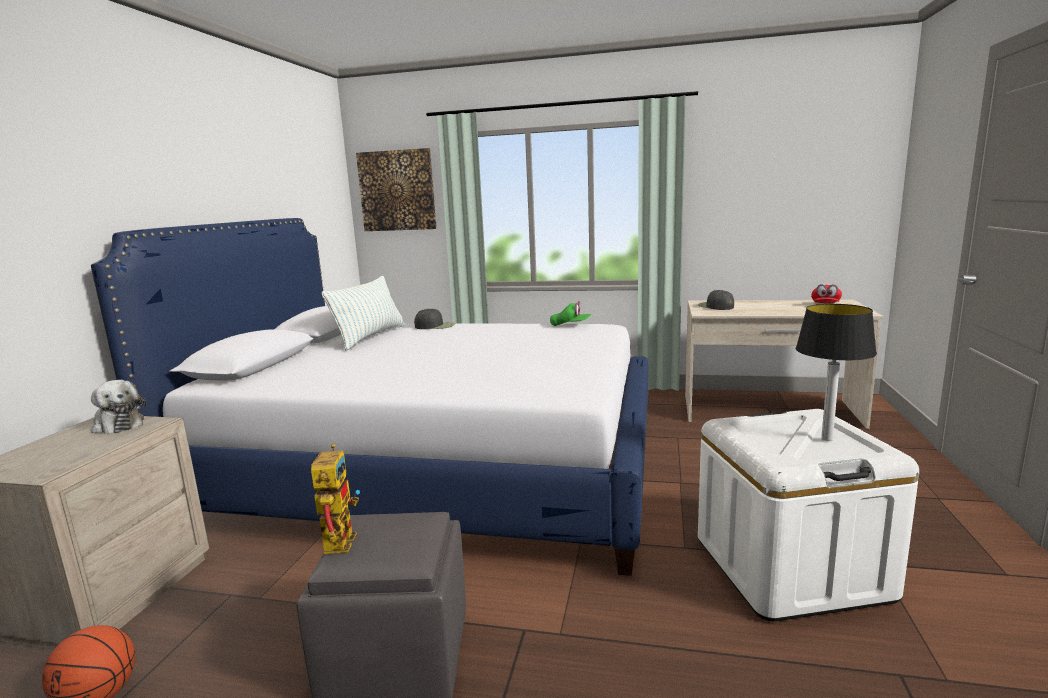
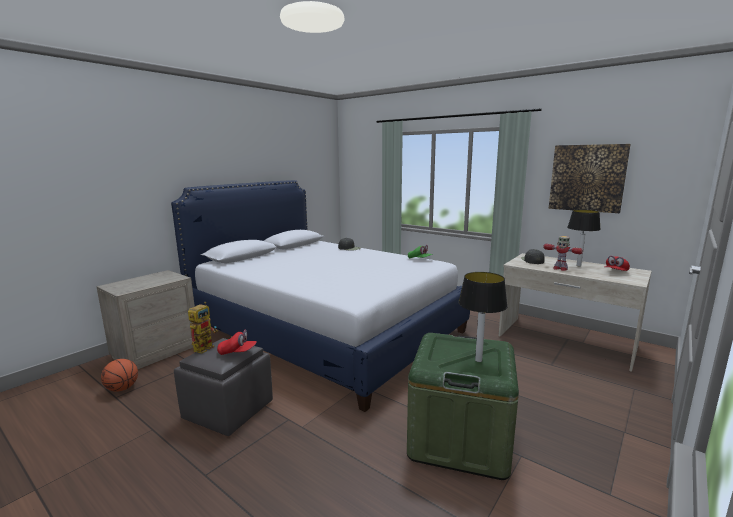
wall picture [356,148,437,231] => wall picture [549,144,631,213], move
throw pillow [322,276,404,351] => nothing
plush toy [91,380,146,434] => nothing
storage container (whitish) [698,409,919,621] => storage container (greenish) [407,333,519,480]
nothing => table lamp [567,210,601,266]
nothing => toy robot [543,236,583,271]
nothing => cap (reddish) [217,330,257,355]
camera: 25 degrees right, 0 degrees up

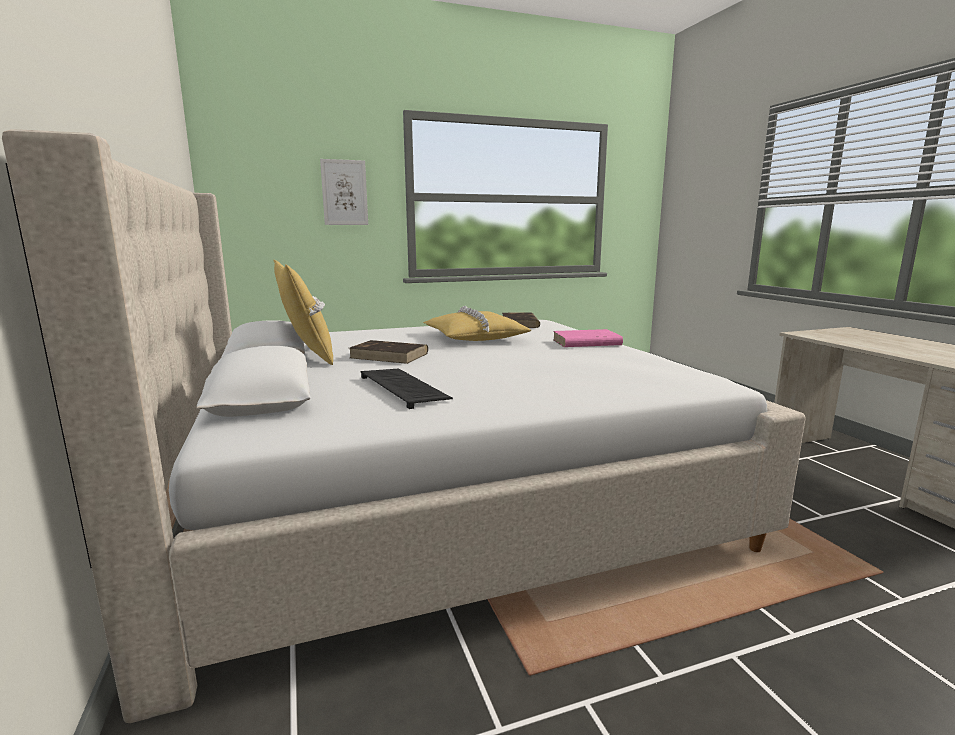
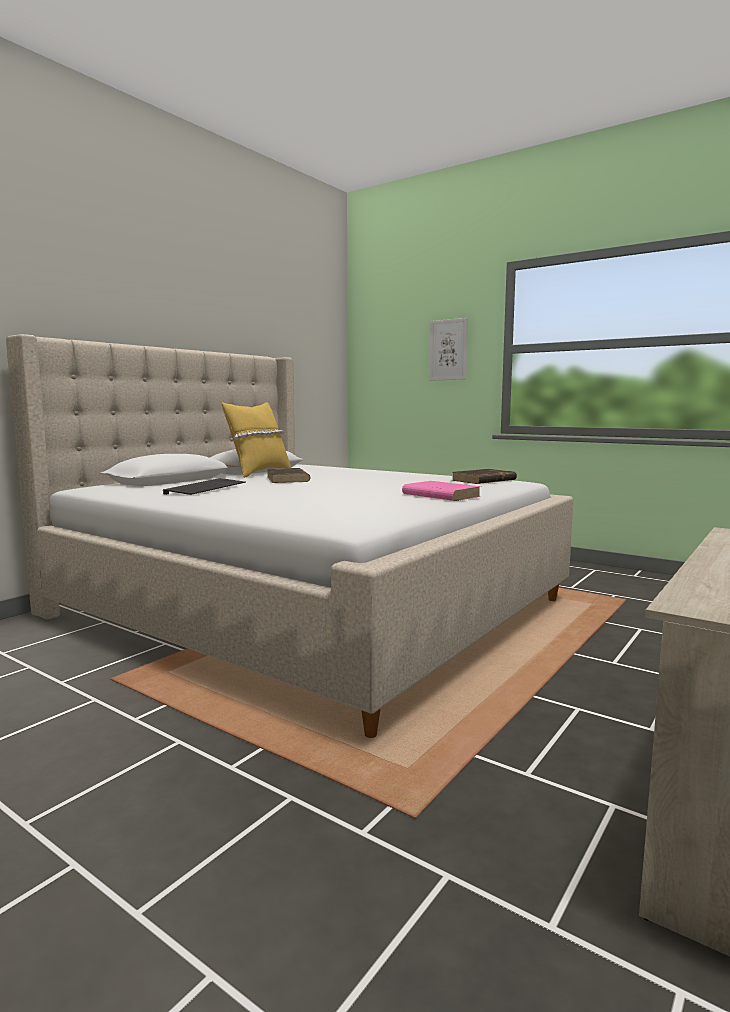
throw pillow (yellowish) [423,306,532,341] => nothing
camera: 55 degrees right, 5 degrees down

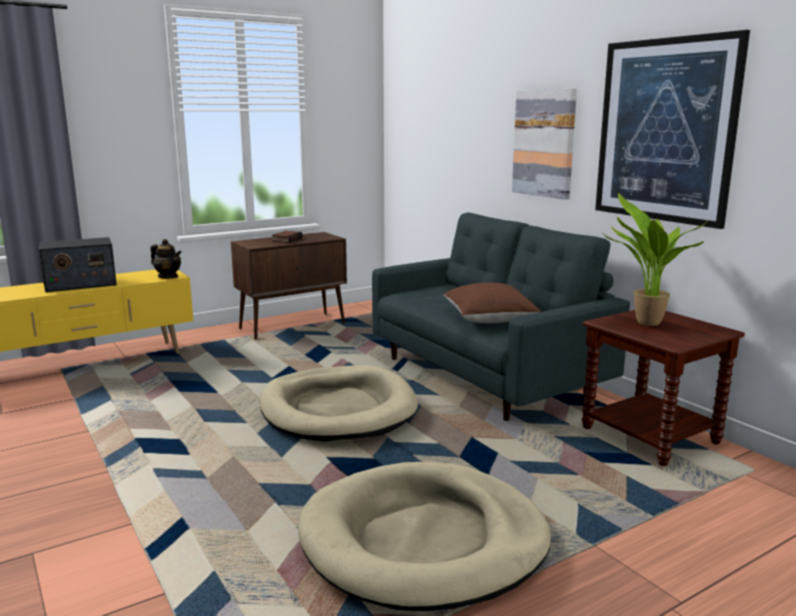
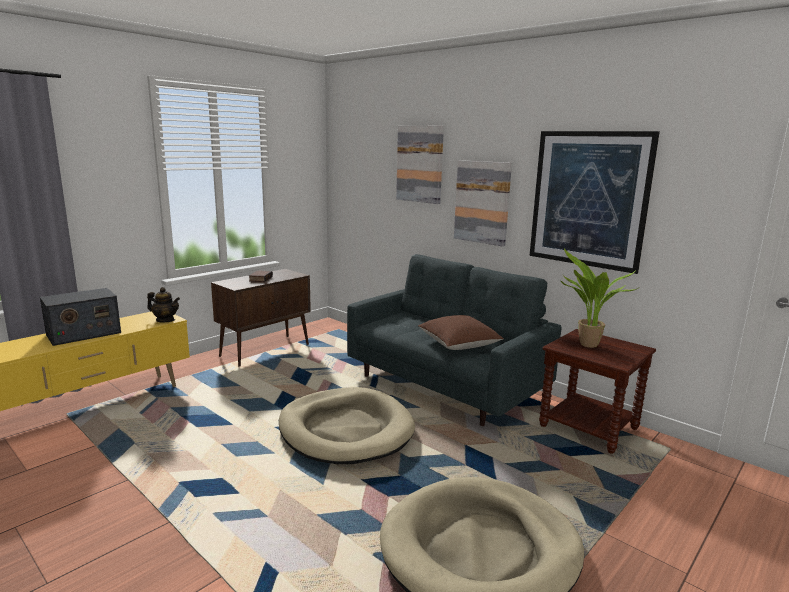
nothing => wall picture [396,126,444,204]
camera: 15 degrees left, 0 degrees up

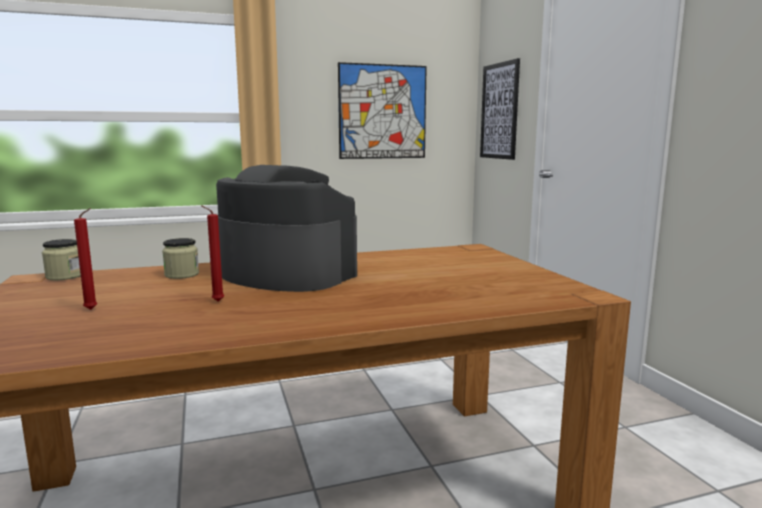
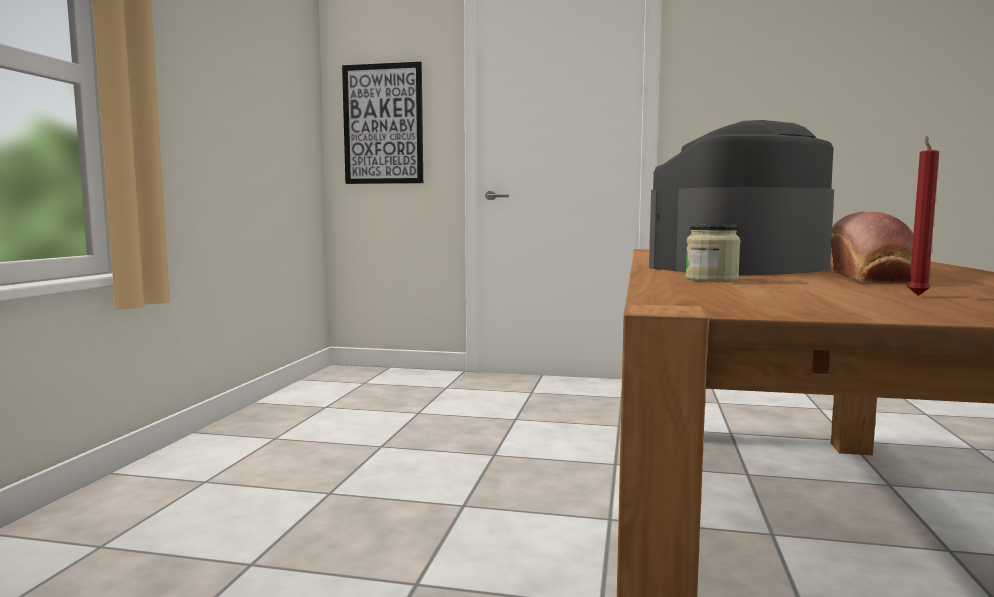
wall picture [338,62,427,159] => nothing
wax candle (reddish) [201,205,224,302] => bakery bread [830,211,913,284]
storage jar [42,239,81,280] => nothing
camera: 60 degrees left, 5 degrees down

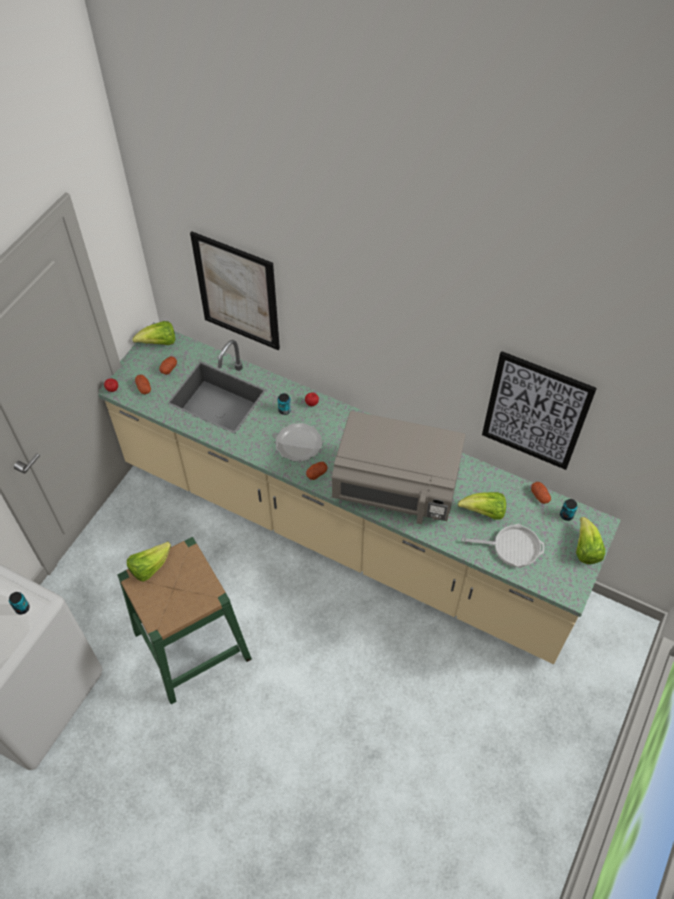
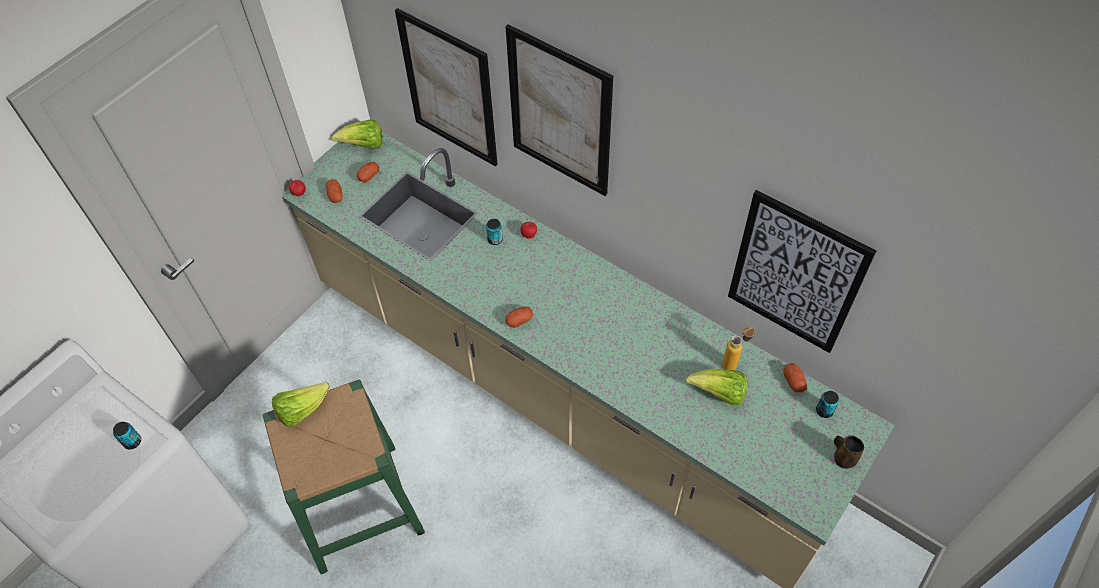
microwave (gray) [332,411,465,524] => nothing
dinner plate [276,423,322,462] => nothing
lettuce [576,517,605,564] => tea mug (brown) [834,435,864,469]
pan [462,524,544,567] => nothing
nothing => wall picture [505,24,613,196]
nothing => bottle [722,327,755,370]
camera: 10 degrees right, 0 degrees up

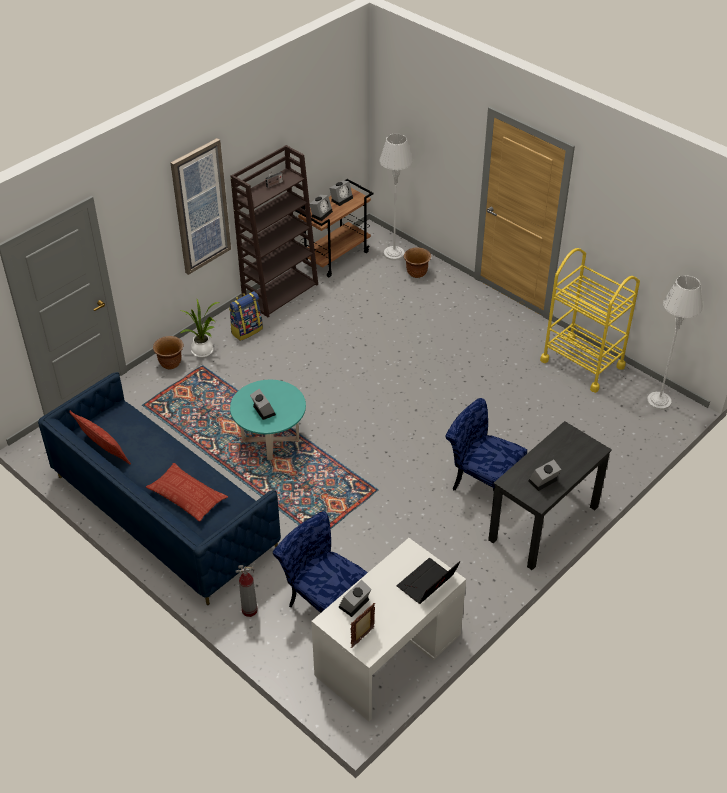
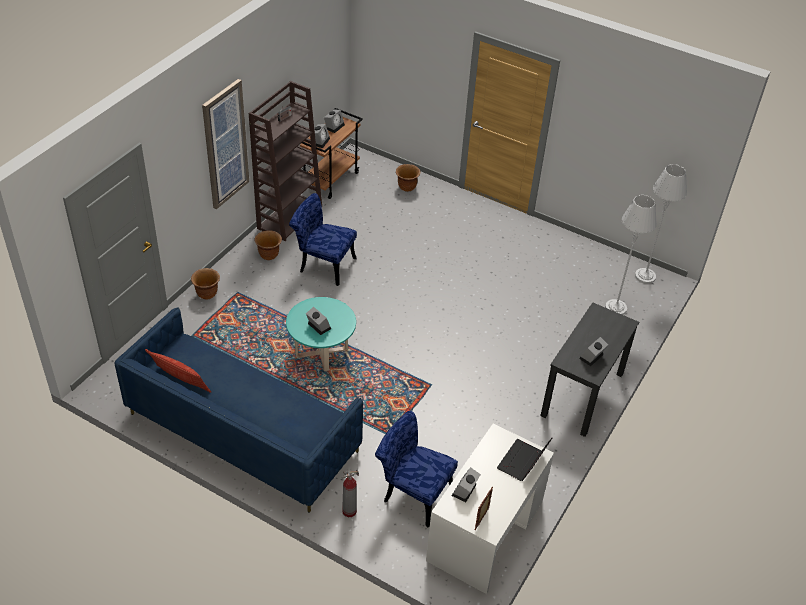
standard lamp (gray) [379,133,413,261] => standard lamp (gray) [605,195,657,315], move
wheeled cart (yellowish) [540,248,640,393] => nothing
rucksack [229,291,263,341] => plant pot (brown) [254,230,282,260]
plant in a pot [181,299,220,357] => nothing
chair (bluish) [445,398,527,491] => chair (bluish) [289,193,357,286], move
throw pillow [146,463,228,522] => nothing
camera: 15 degrees left, 0 degrees up

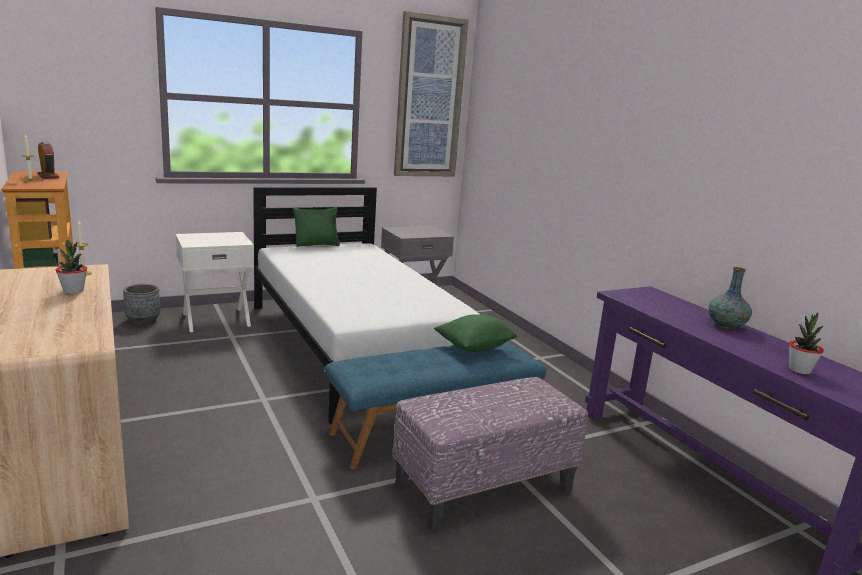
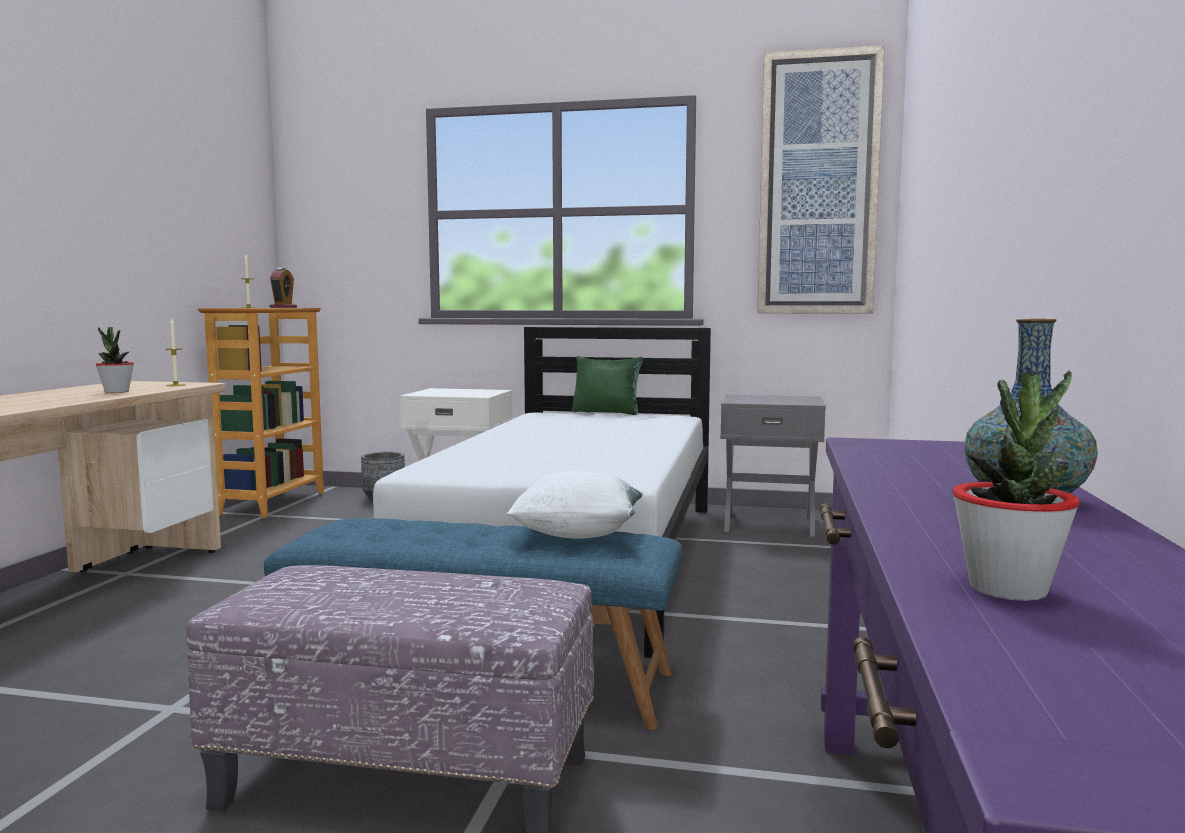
throw pillow (greenish) [434,314,518,352] => throw pillow (whitish) [507,471,643,539]
camera: 40 degrees right, 10 degrees down

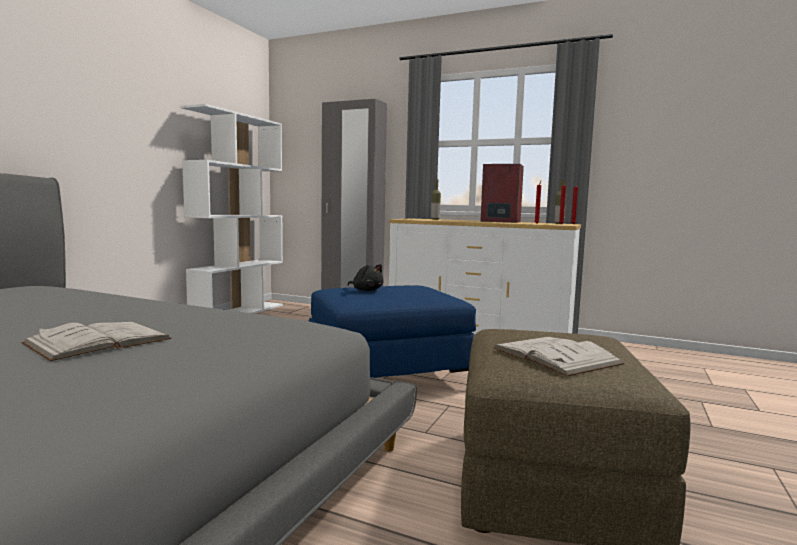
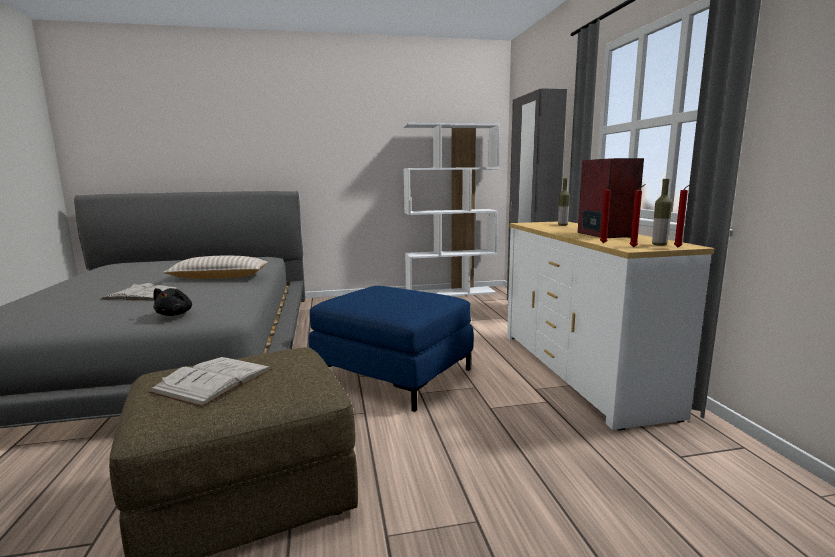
plush toy (black-coloured) [348,264,384,291] => plush toy (black-coloured) [153,288,192,316], move
nothing => throw pillow (beige) [163,256,268,279]
camera: 55 degrees right, 5 degrees up

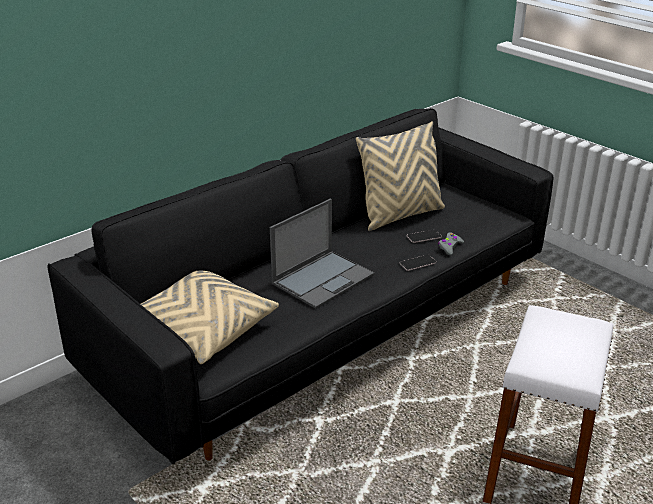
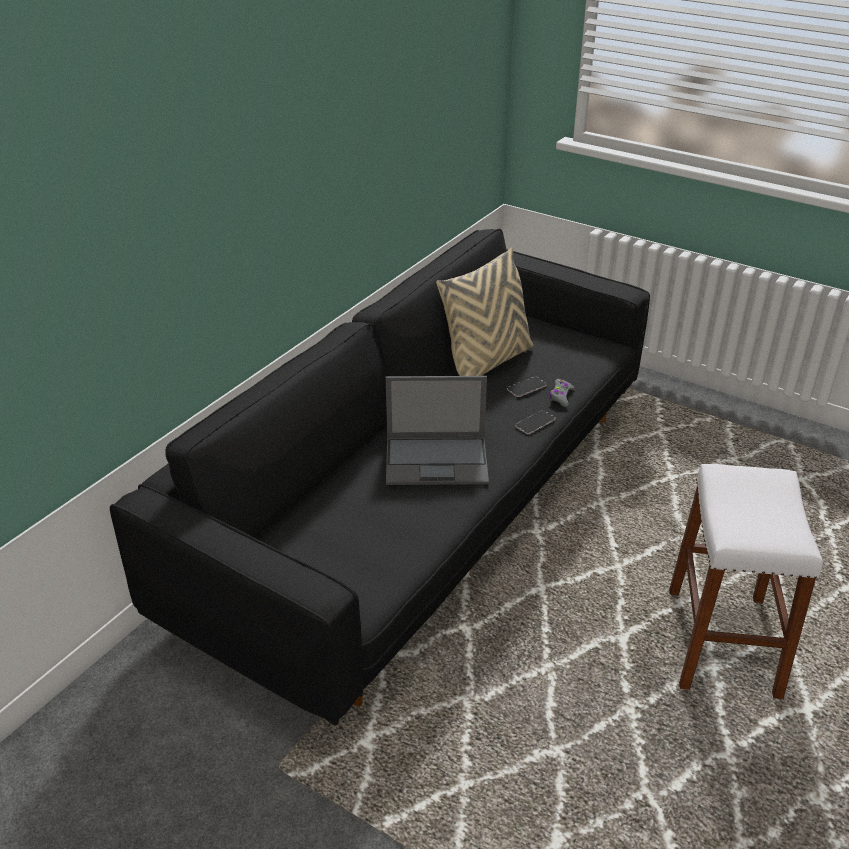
notebook computer [270,199,374,309] => notebook computer [386,376,489,485], 60 degrees clockwise
throw pillow (beige) [141,271,279,364] => nothing
camera: 15 degrees left, 5 degrees up

